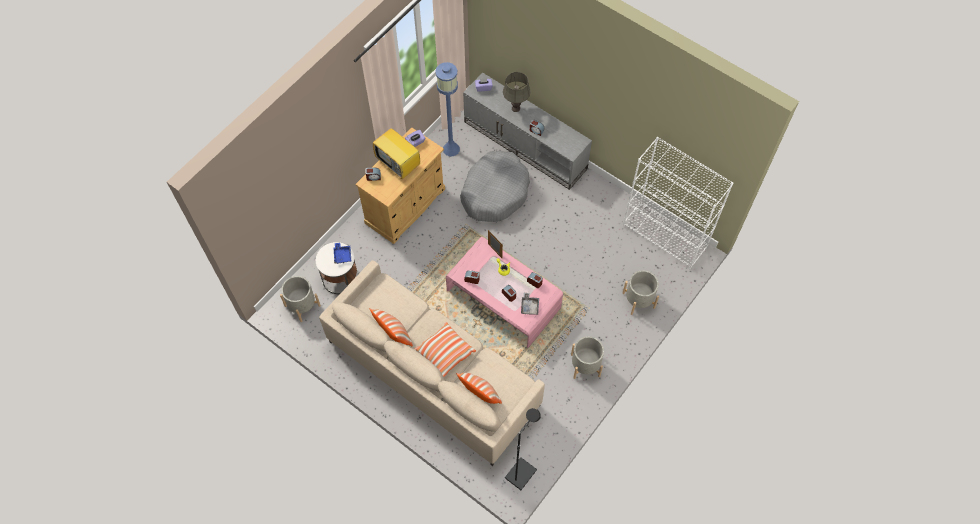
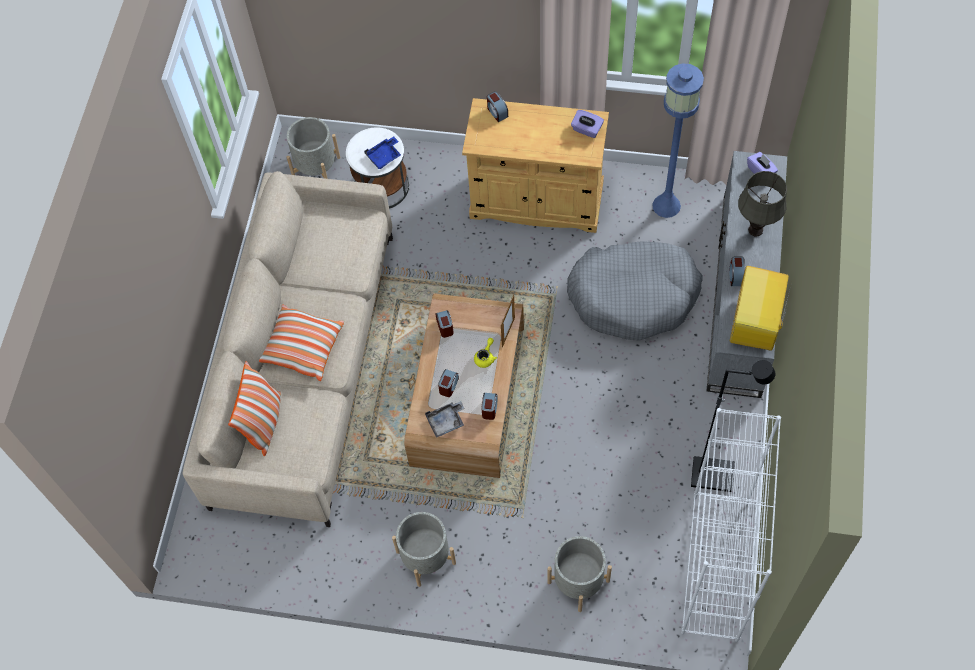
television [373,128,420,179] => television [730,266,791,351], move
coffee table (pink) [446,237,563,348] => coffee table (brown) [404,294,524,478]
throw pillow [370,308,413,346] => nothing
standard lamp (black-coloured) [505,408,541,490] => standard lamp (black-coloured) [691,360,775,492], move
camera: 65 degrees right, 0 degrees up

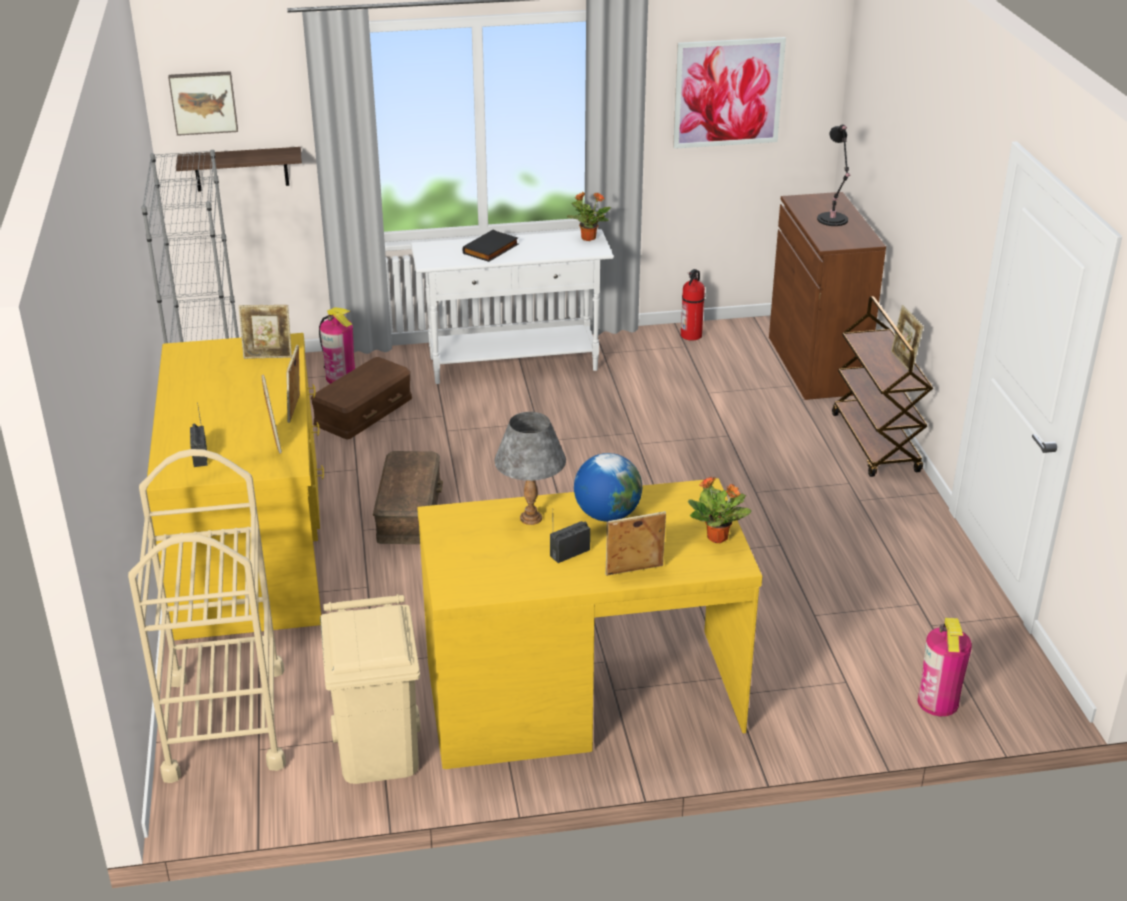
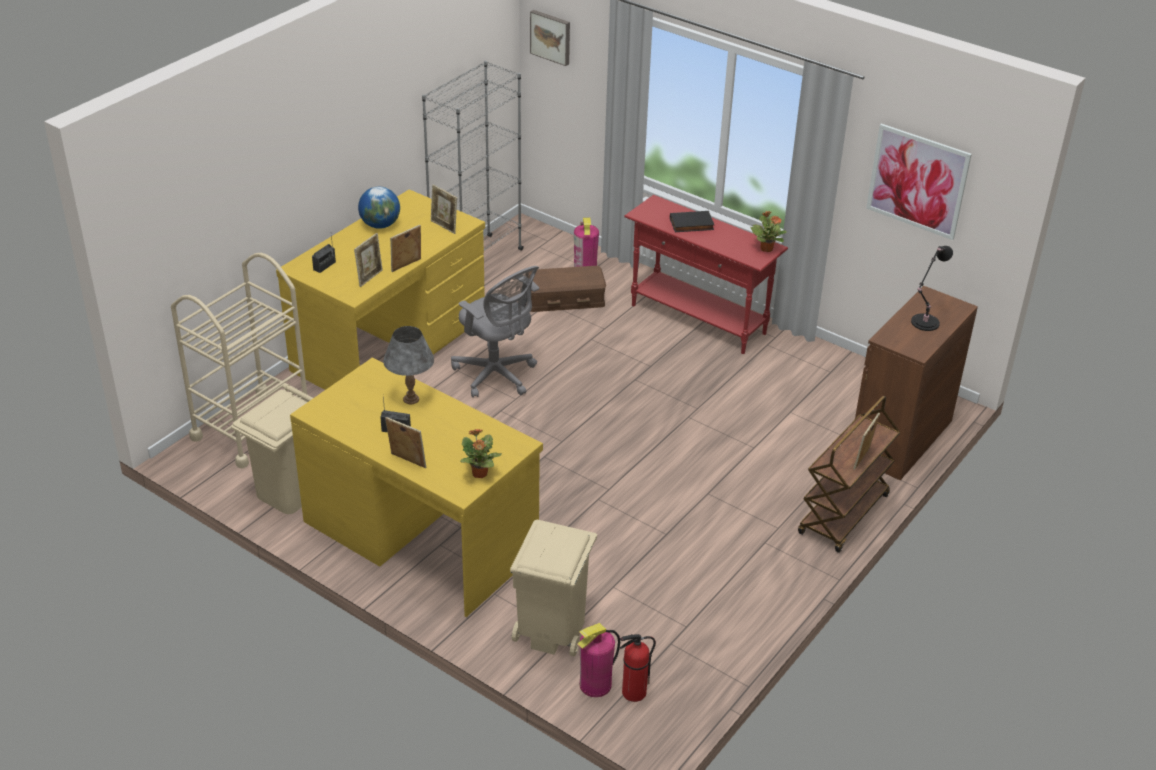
shelf [176,147,302,192] => nothing
hall table (whitish) [411,229,614,384] => hall table (reddish) [624,195,788,354]
extinguisher [681,269,705,341] => extinguisher [620,634,656,702], move
storage container (brown) [373,451,443,544] => computer chair (gray) [451,266,539,398]
world globe [574,453,642,522] => world globe [358,187,400,229], move
nothing => waste bin (beige) [510,520,597,656]
camera: 45 degrees right, 5 degrees up

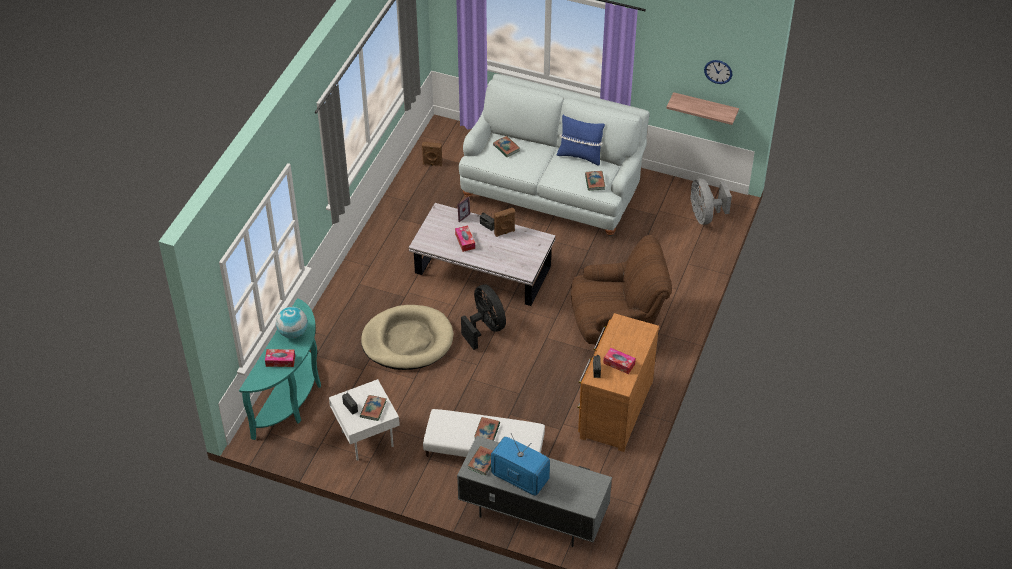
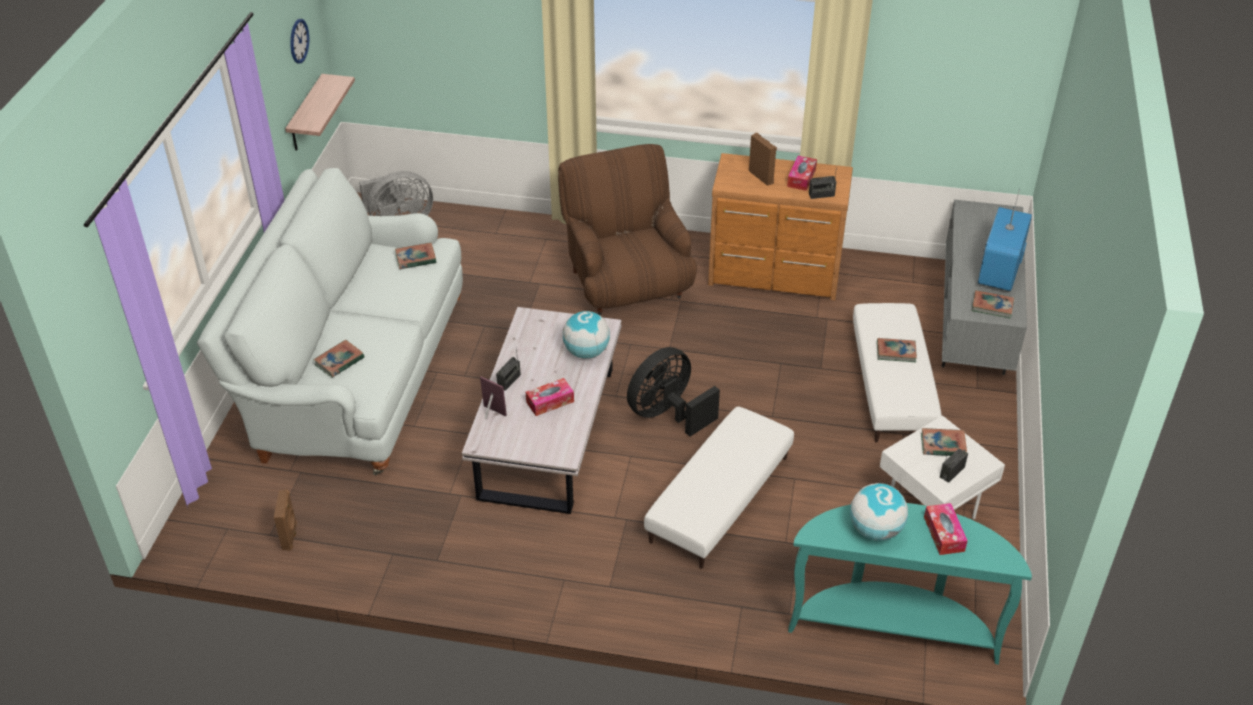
throw pillow (bluish) [556,115,605,166] => nothing
audio speaker (brown) [494,208,515,237] => audio speaker (brown) [749,133,777,186], move
dog bed (beige) [361,305,454,370] => footrest (whitish) [644,406,794,569]
nothing => world globe [563,311,610,359]
camera: 100 degrees left, 5 degrees down

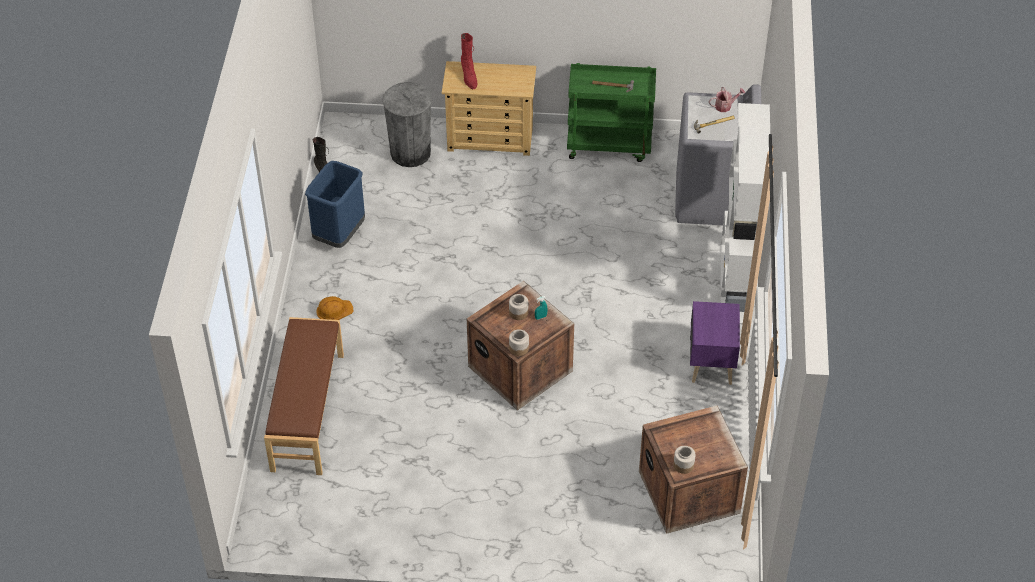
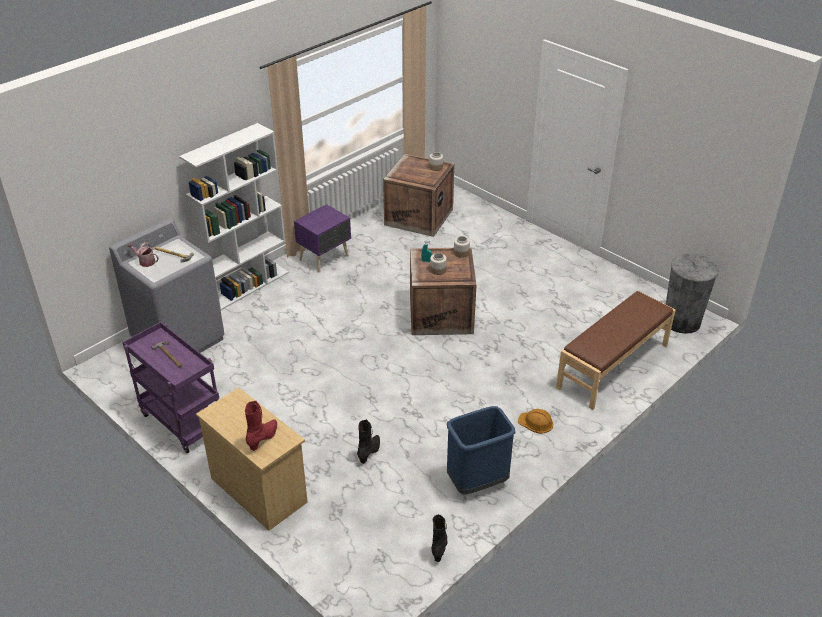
wheeled cart (greenish) [567,63,656,162] => wheeled cart (purplish) [122,322,219,453]
waste bin (gray) [382,82,432,167] => waste bin (gray) [666,253,719,334], move
nothing => boot (black-coloured) [357,419,380,464]
camera: 140 degrees left, 10 degrees down

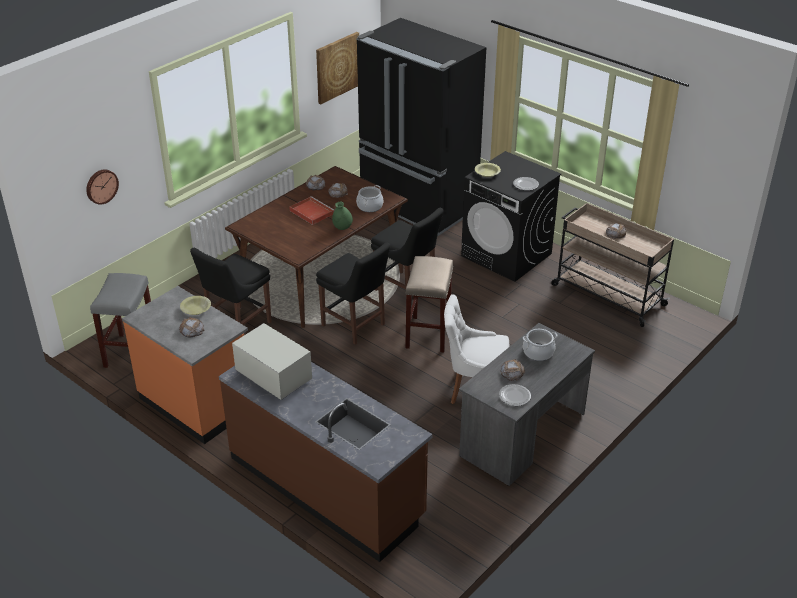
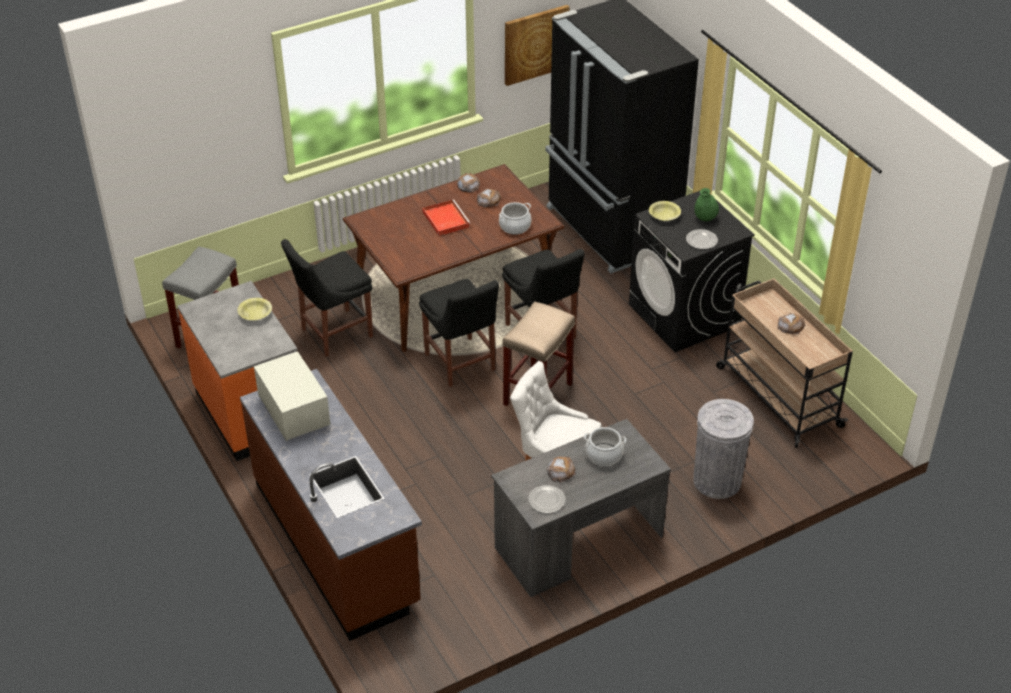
clock on the wall [86,169,119,204] => nothing
decorative vase (greenish) [332,202,353,230] => decorative vase (greenish) [694,188,719,221], move
bakery bread [179,317,205,337] => nothing
nothing => waste bin (gray) [693,399,754,499]
camera: 20 degrees right, 5 degrees up

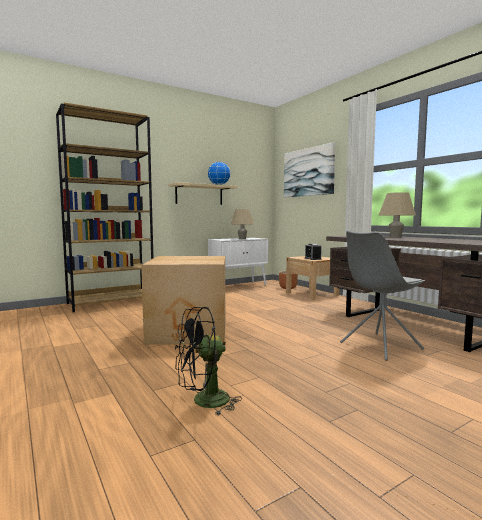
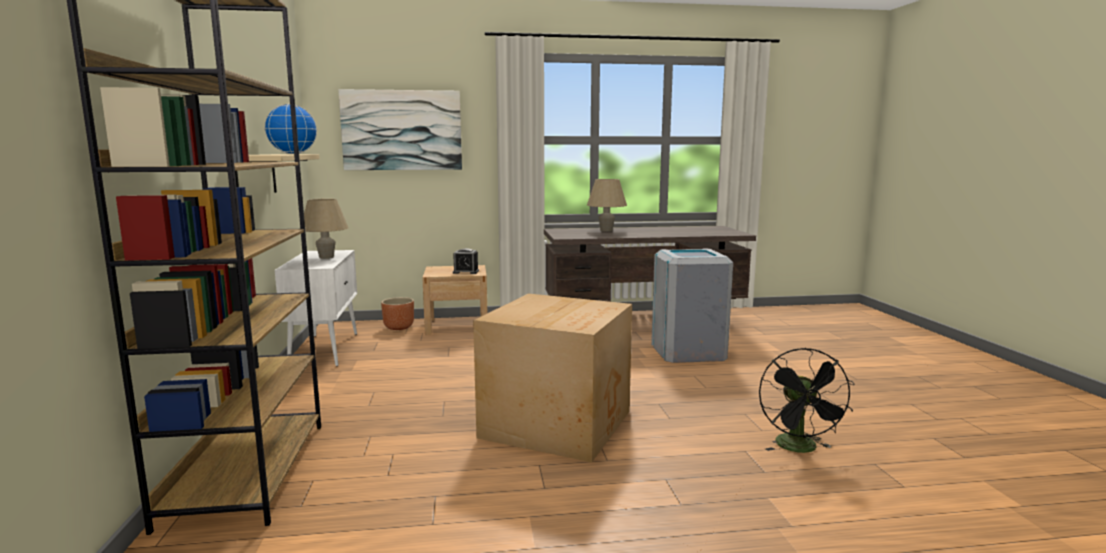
chair (gray) [340,231,425,361] => waste bin (gray) [651,249,733,363]
camera: 65 degrees left, 5 degrees up

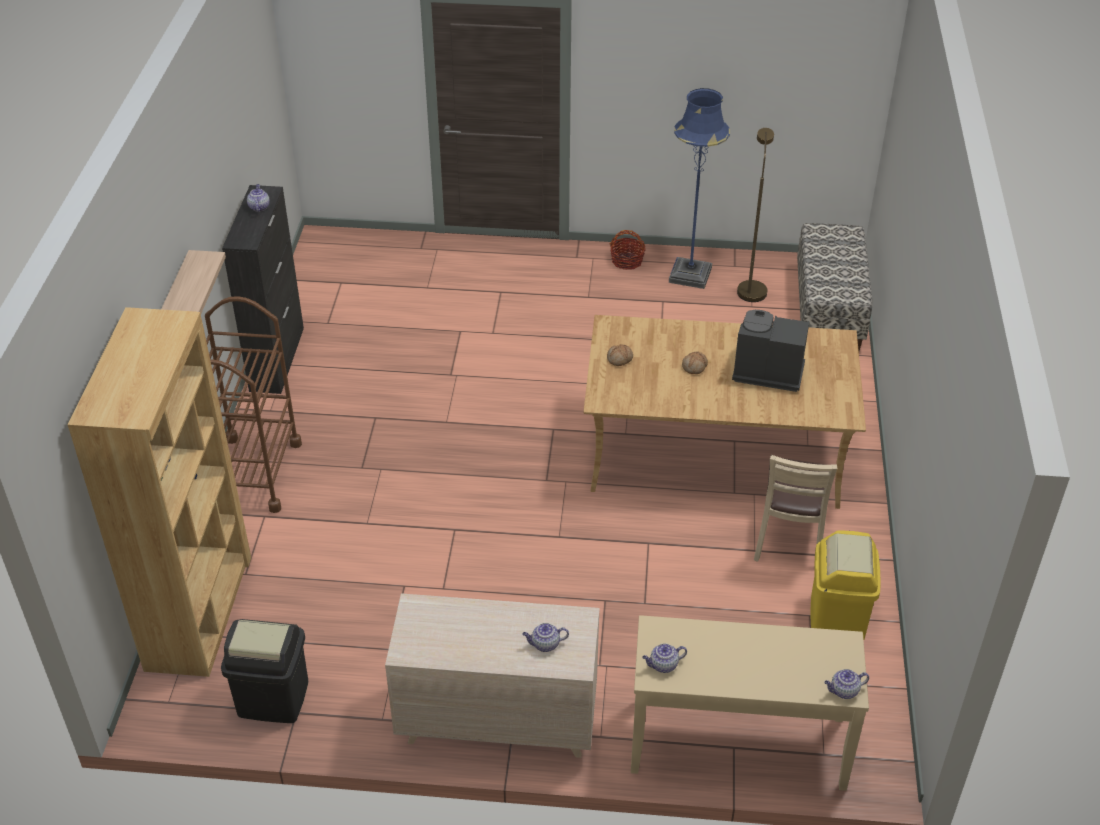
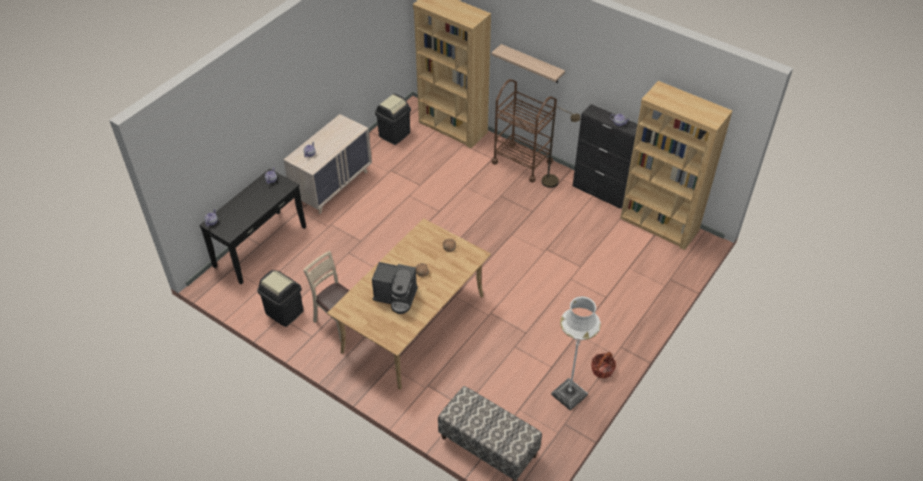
standard lamp (bluish) [669,88,730,289] => standard lamp (whitish) [551,296,601,411]
standard lamp (brown) [737,128,774,302] => standard lamp (brown) [542,106,581,188], move
coffee machine [732,310,809,392] => coffee machine [372,262,418,314], 60 degrees clockwise
waste bin (yellowish) [811,530,880,640] => waste bin (black-coloured) [257,270,304,327]
hall table (beige) [631,615,869,791] => hall table (black-coloured) [199,169,306,285]
nothing => bookcase (brown) [620,81,733,250]
camera: 120 degrees right, 5 degrees up

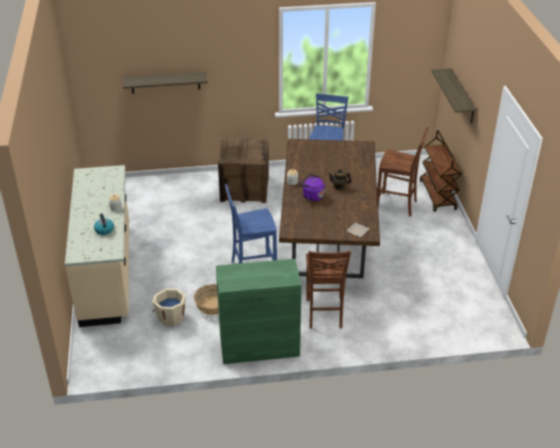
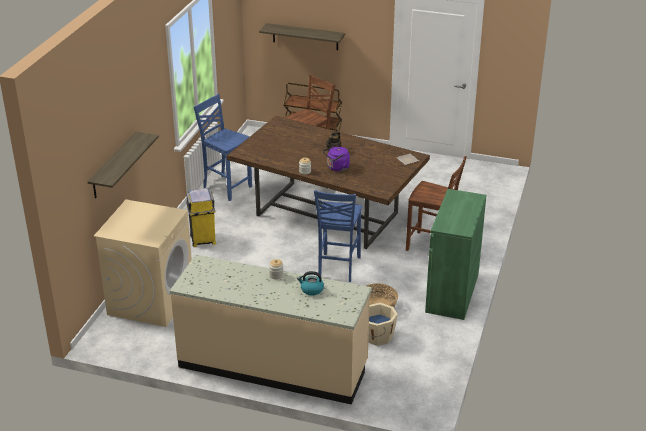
shipping crate [218,138,269,203] => waste bin (yellowish) [186,188,216,247]
nothing => washing machine (beige) [94,199,192,327]
camera: 65 degrees left, 5 degrees down

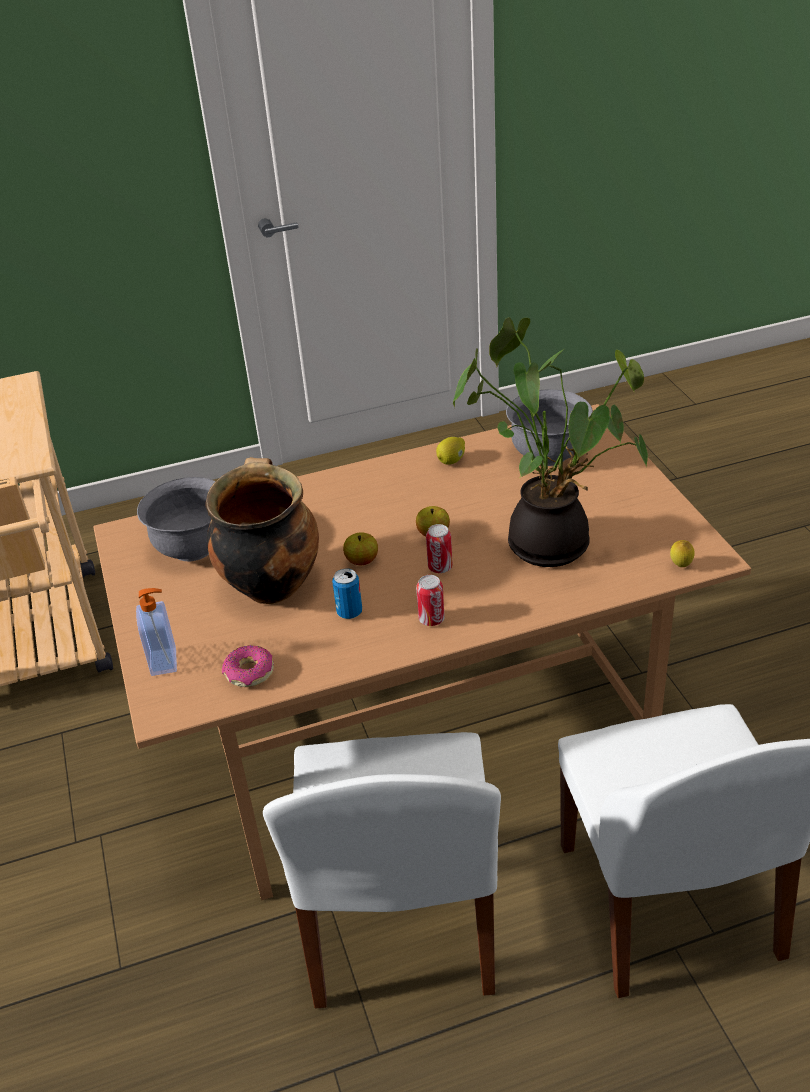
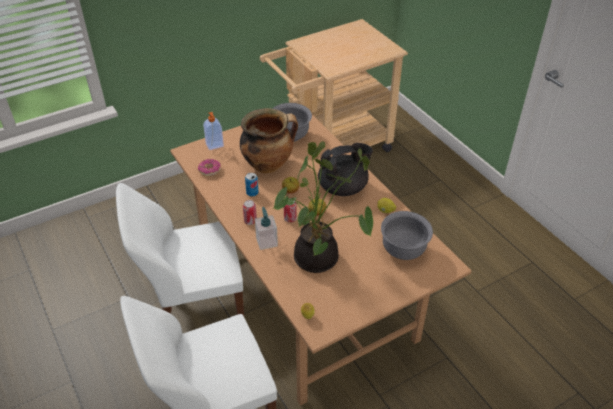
nothing => teapot (black-coloured) [318,143,373,196]
nothing => liquid soap bottle [255,207,278,250]
camera: 75 degrees right, 5 degrees up

